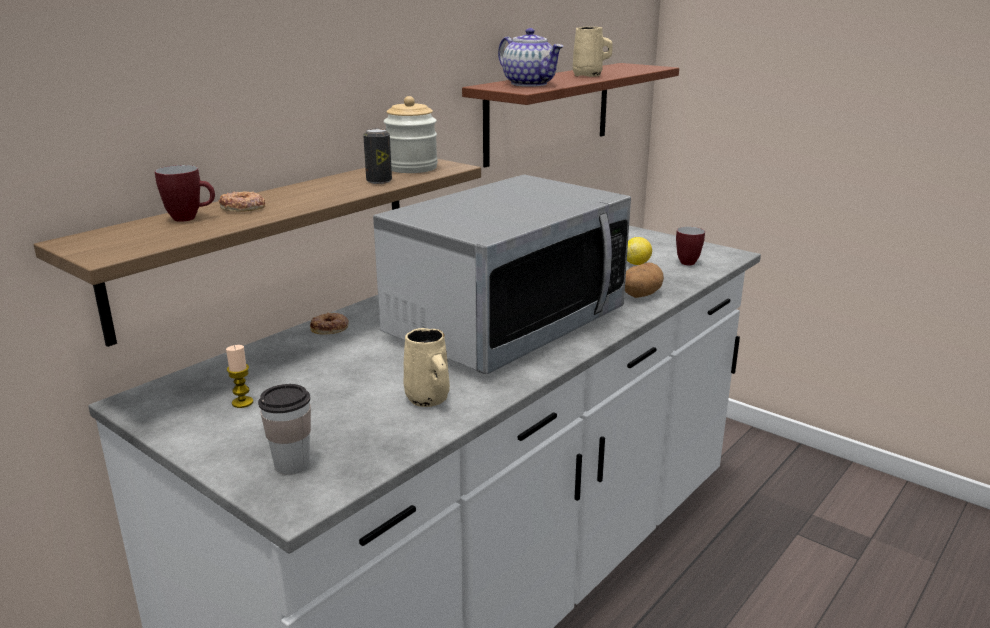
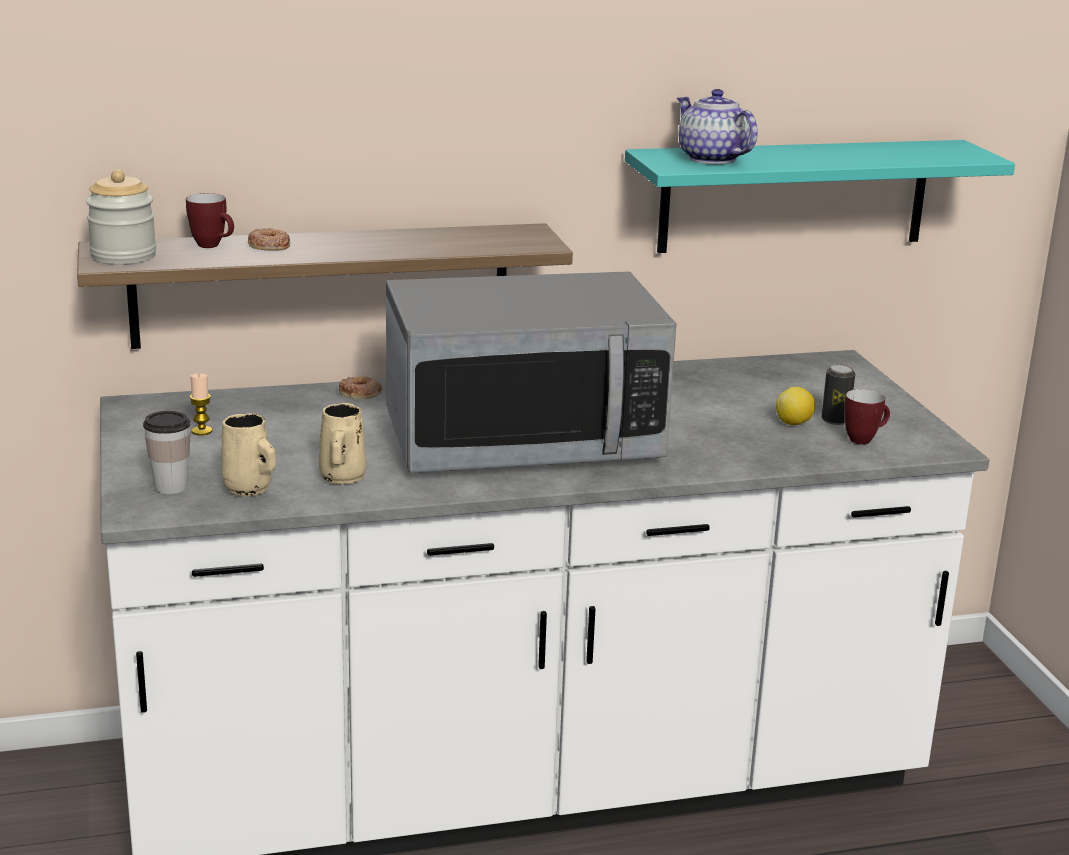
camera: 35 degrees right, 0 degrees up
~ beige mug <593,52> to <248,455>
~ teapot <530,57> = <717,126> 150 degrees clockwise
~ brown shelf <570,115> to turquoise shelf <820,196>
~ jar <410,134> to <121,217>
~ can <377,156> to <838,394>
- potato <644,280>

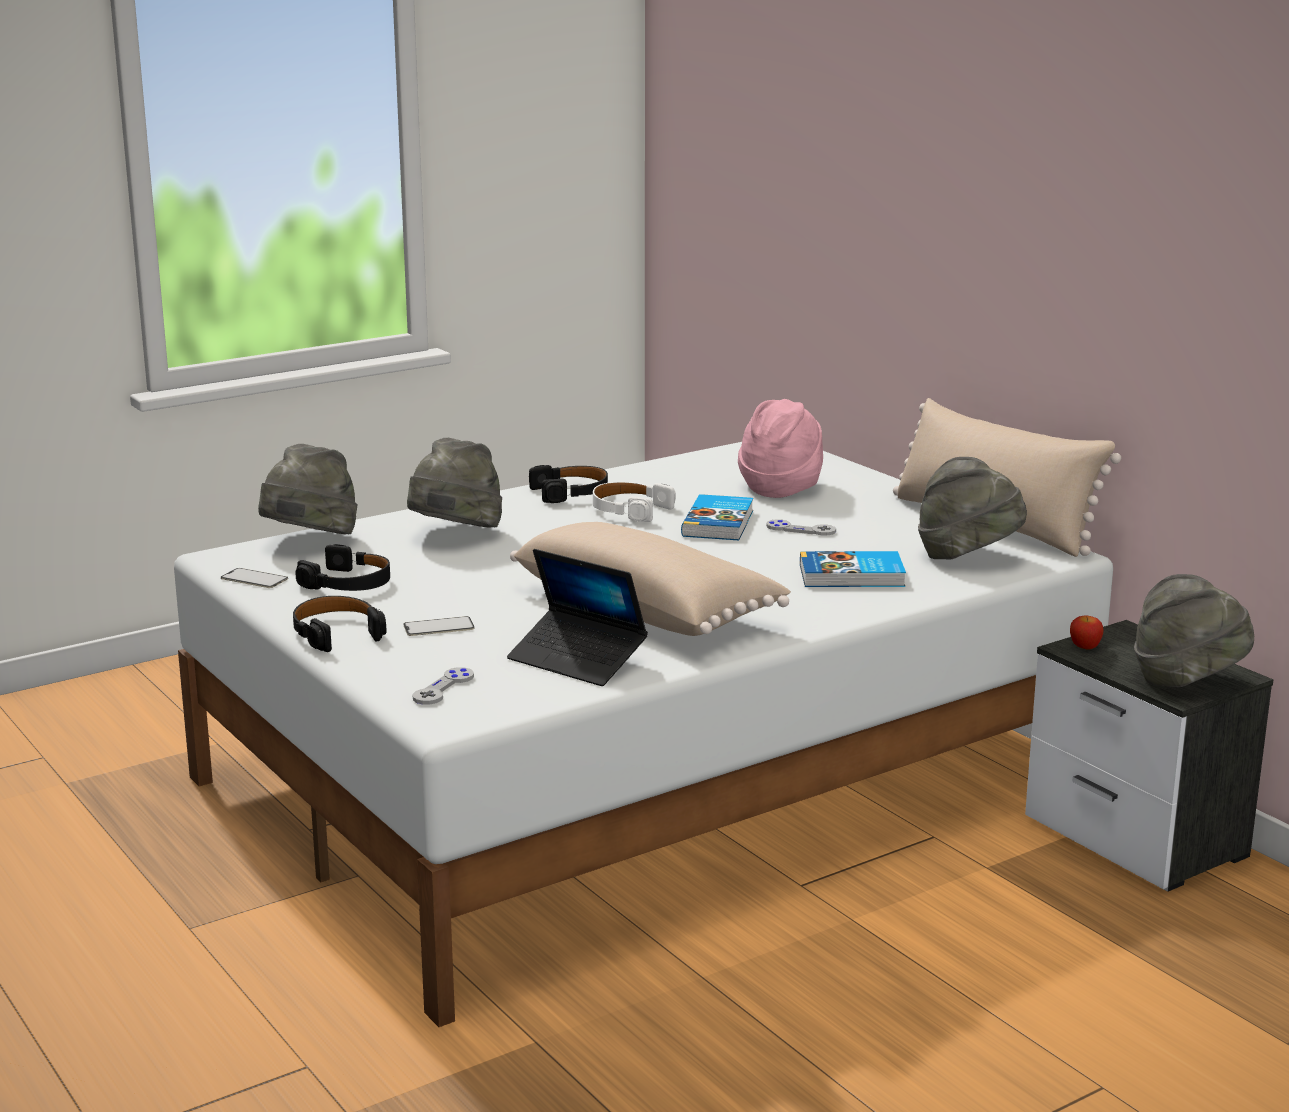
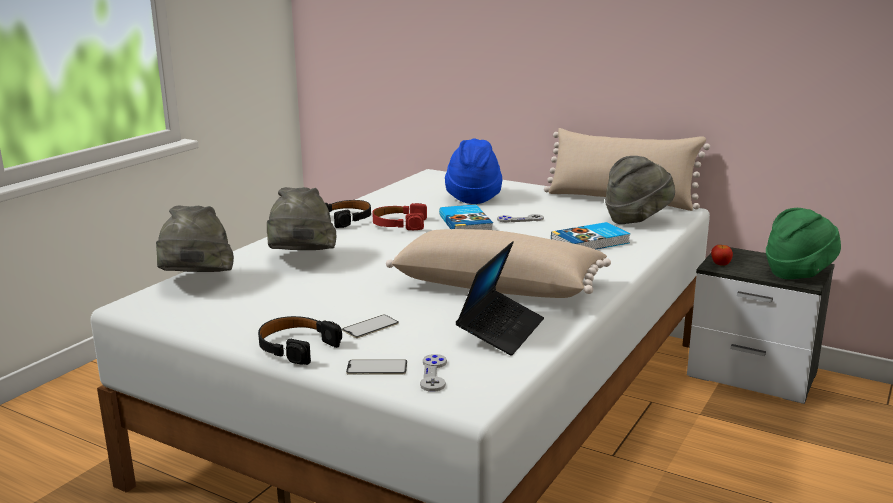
camera: 25 degrees left, 0 degrees up
~ pink hat <780,448> to blue hat <473,171>
~ white headphones <634,502> to red headphones <399,216>
- black headphones <342,567>
~ laptop <577,617> = <500,298> 75 degrees counterclockwise
~ phone <254,578> to <376,367>
~ grey hat <1194,630> to green hat <803,243>

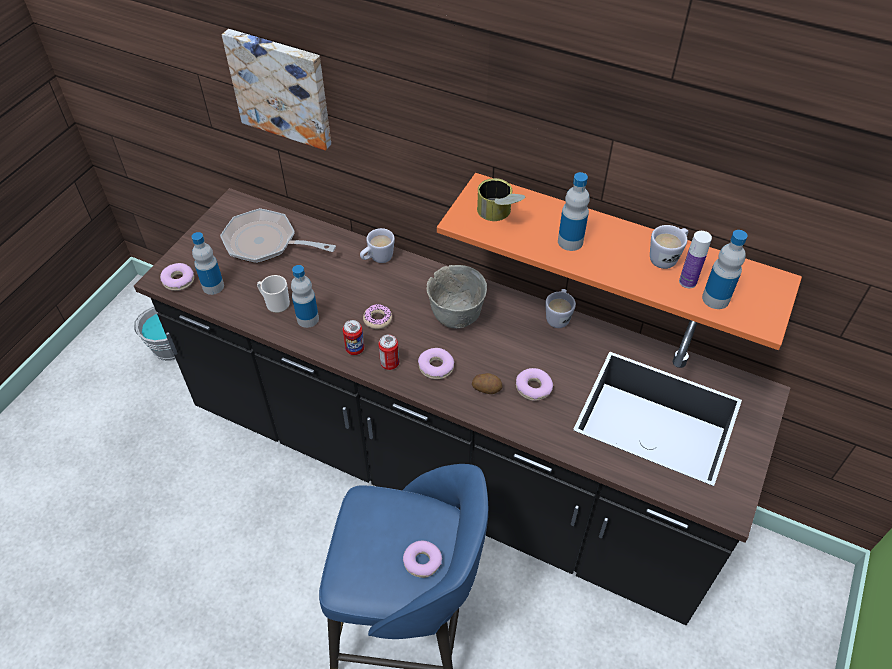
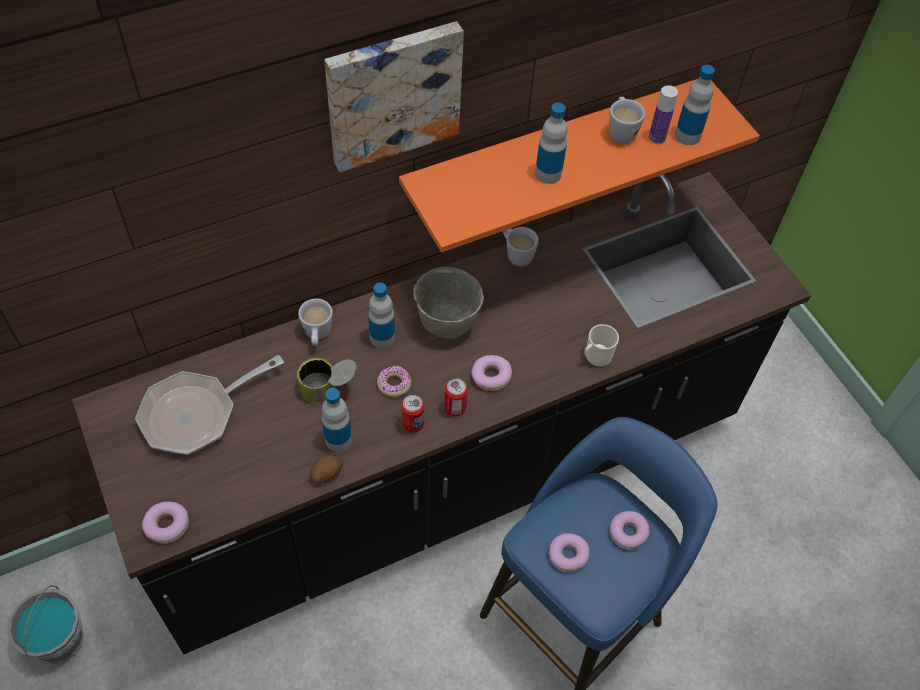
camera: 55 degrees left, 5 degrees up
~ picture <276,90> to <394,96>
~ can <501,199> to <327,380>
~ bottle <208,263> to <381,315>
~ mug <273,294> to <601,345>
~ donut <534,384> to <569,552>
~ potato <487,383> to <326,469>

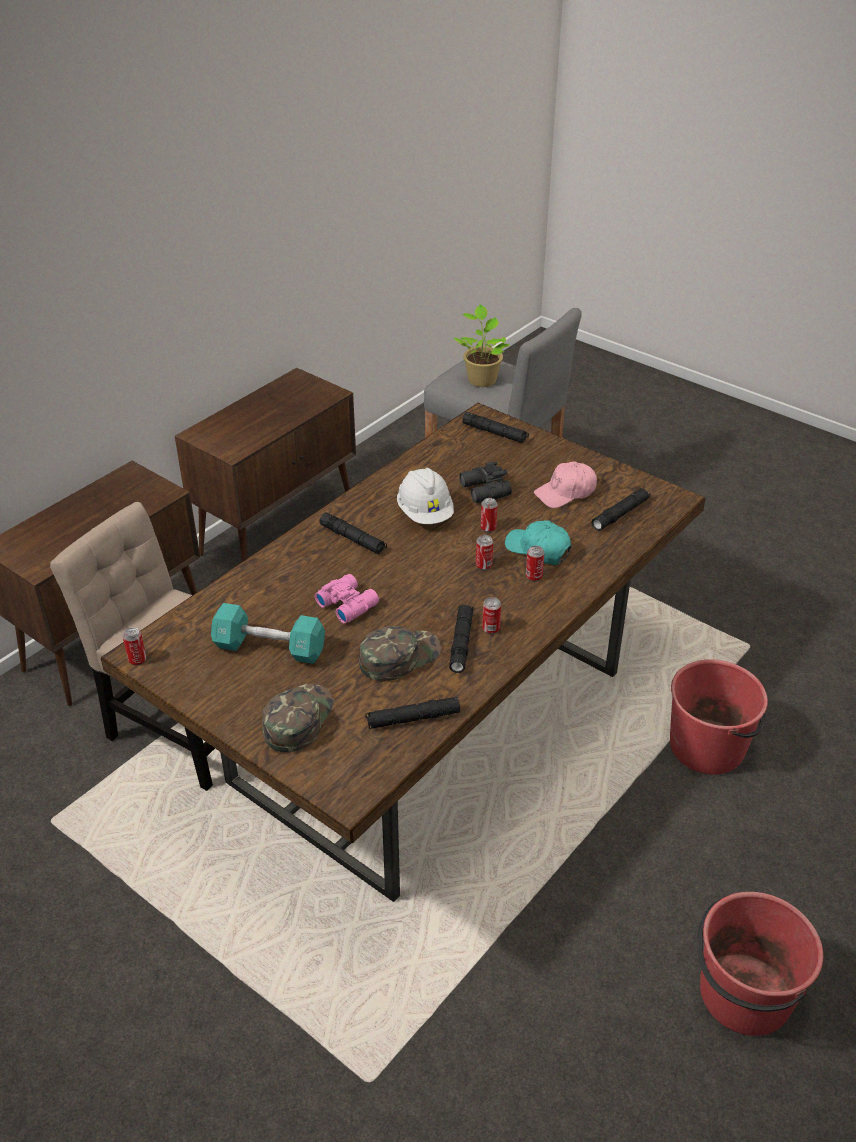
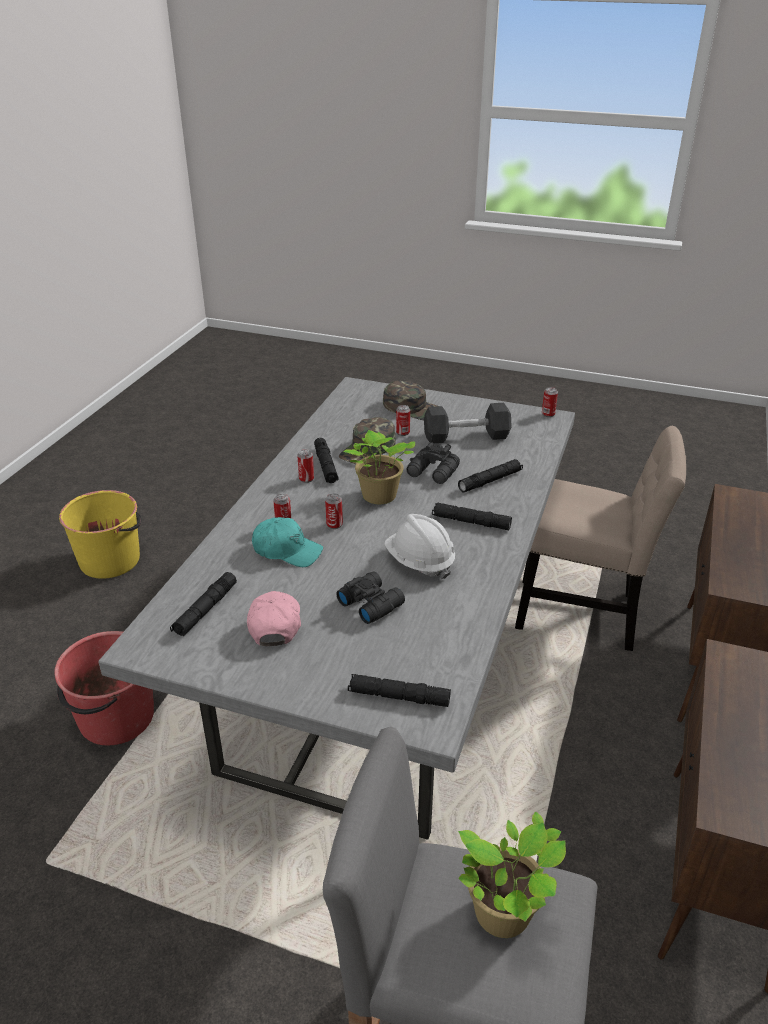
camera: 160 degrees right, 5 degrees down
~ brown dining table <403,652> to grey dining table <336,608>
~ pink cap <565,484> = <274,618> 45 degrees counterclockwise
~ can <489,515> to <403,420>
~ pink binoculars <347,598> to black binoculars <433,463>
~ turquoise dumbbell <268,633> to black dumbbell <468,423>
~ green cap <298,718> = <410,400> 60 degrees counterclockwise
~ black flashlight <412,713> to <490,475>
~ red bucket <760,964> to yellow bucket <100,534>
+ potted plant <379,467>

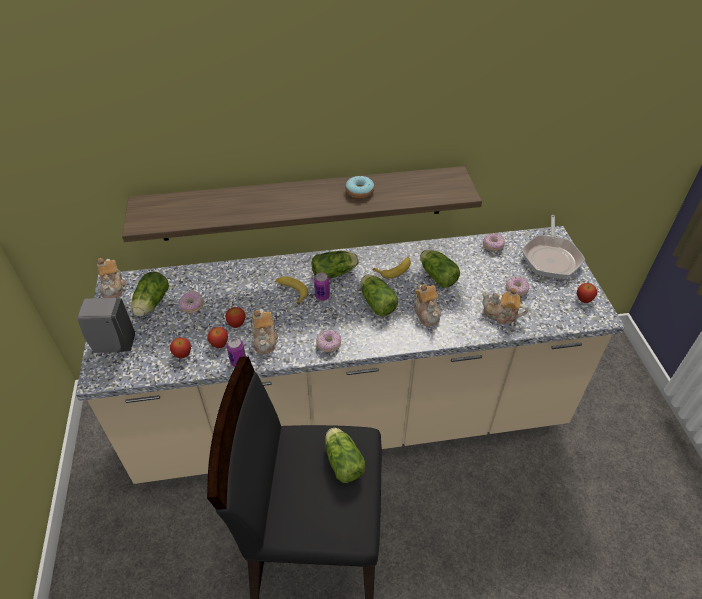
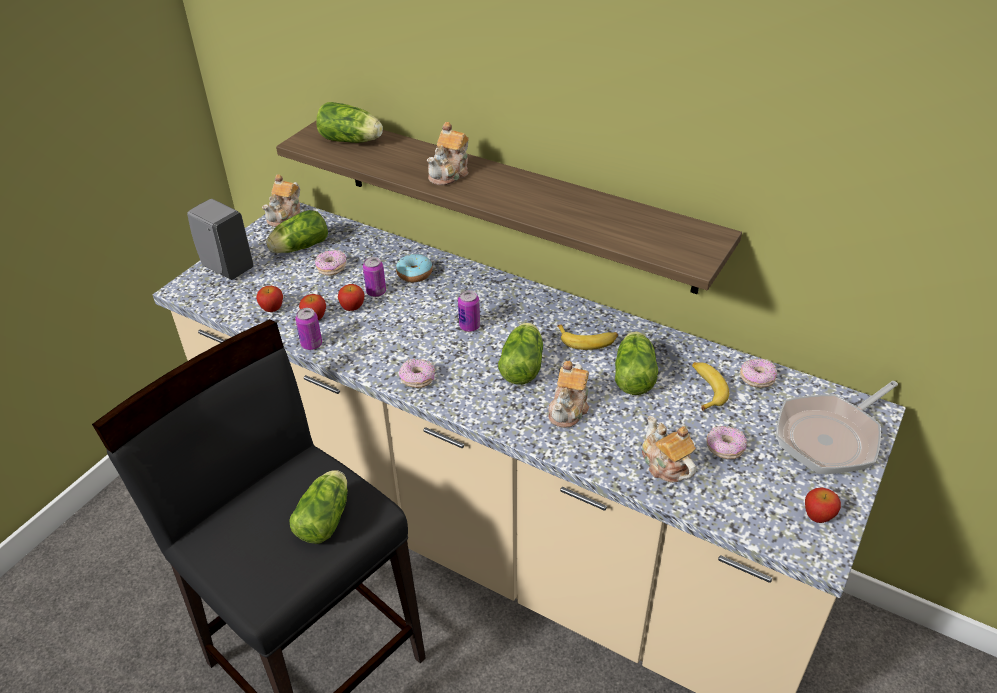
camera: 40 degrees right, 5 degrees down
~ donut <359,187> to <414,268>
~ lettuce <335,265> to <349,122>
~ banana <292,290> to <710,386>
~ teapot <265,331> to <448,153>
+ can <374,277>

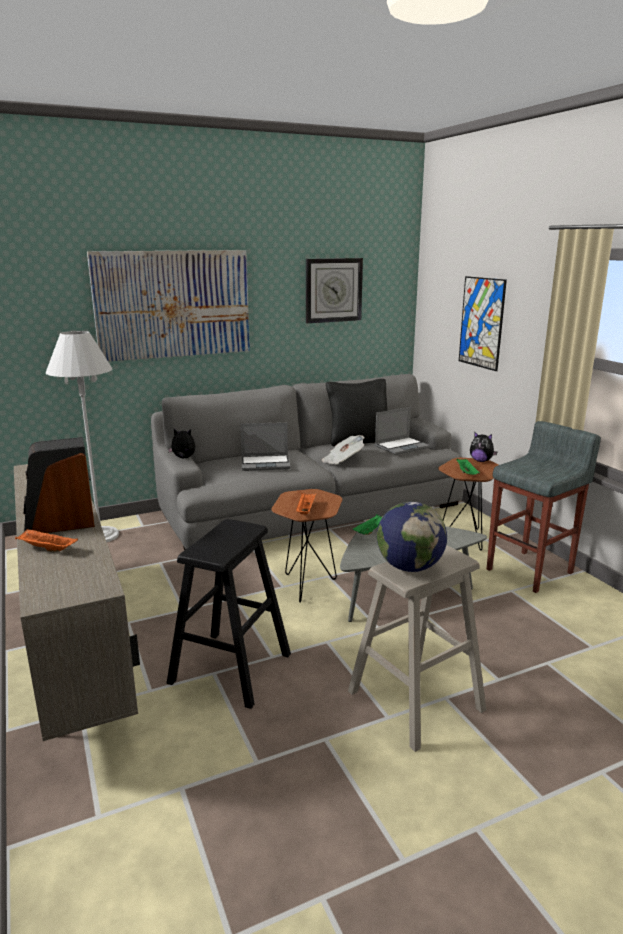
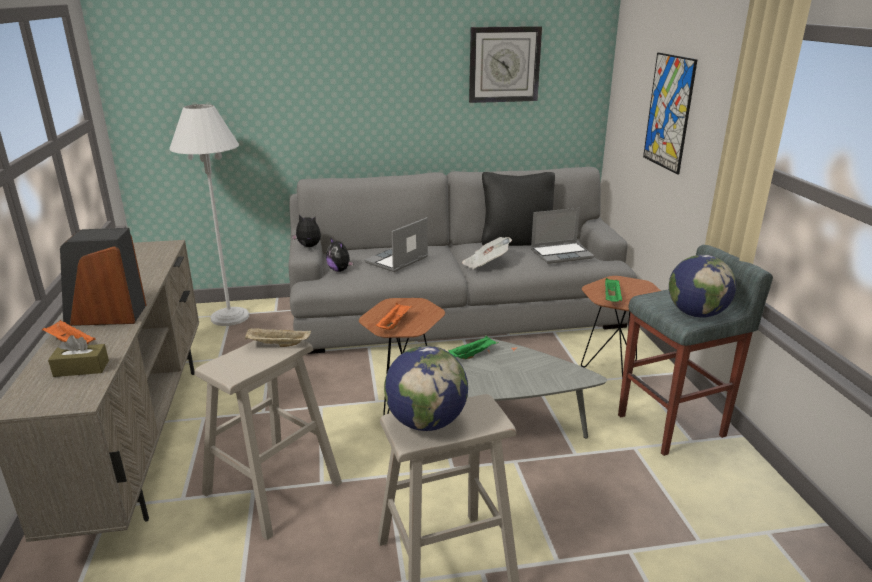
camera: 15 degrees right, 5 degrees up
- picture <168,306>
~ laptop <265,446> = <396,244> 120 degrees clockwise
~ plush toy <484,446> to <339,254>
~ black stool <229,614> to beige stool <268,440>
+ globe <702,286>
+ beige tray <278,337>
+ brown tissue box <78,356>

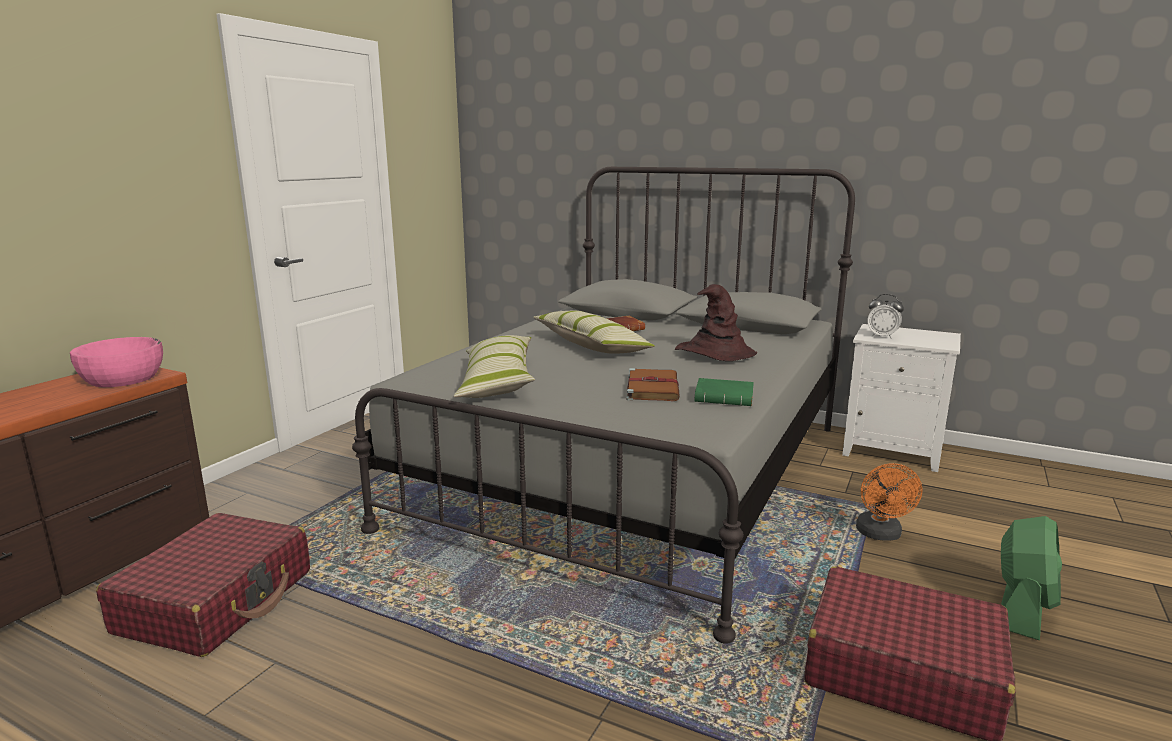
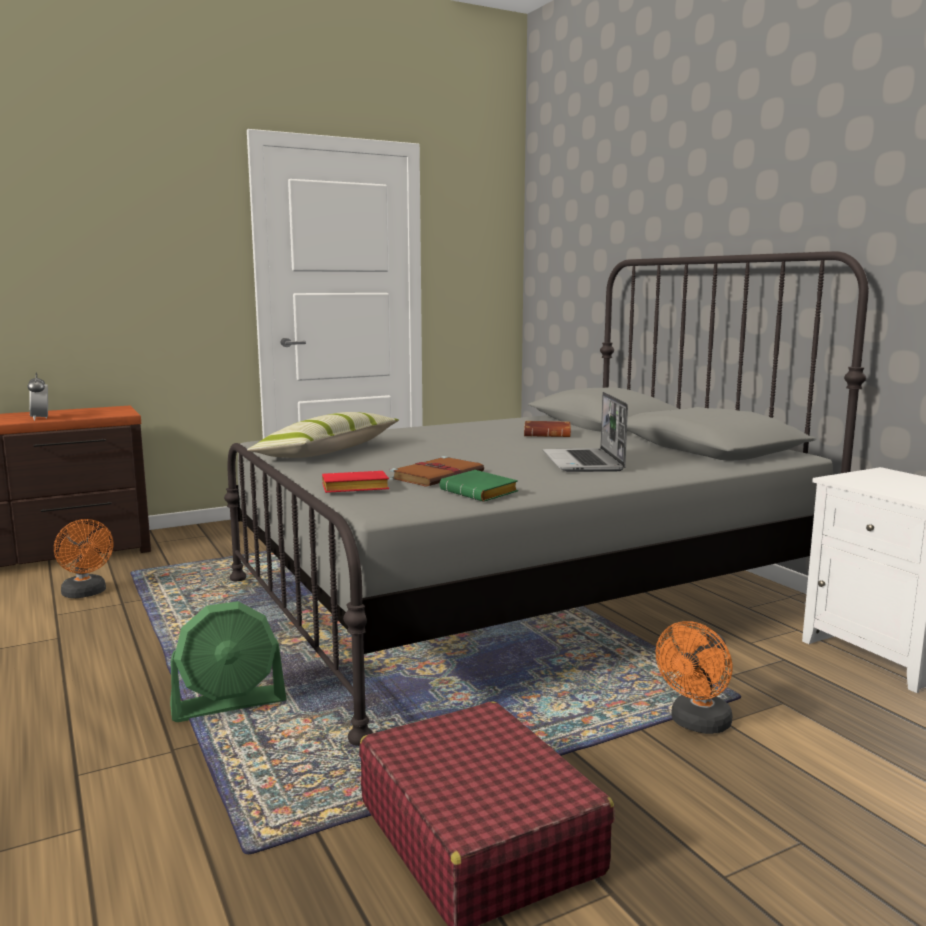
camera: 35 degrees right, 5 degrees down
~ brown hat <716,322> to laptop <585,432>
~ alarm clock <885,316> to <38,396>
- pillow <594,332>
- pink bowl <116,362>
~ red suitcase <203,585> to orange fan <83,558>
~ green fan <1031,578> to <228,661>
+ red book <355,482>

